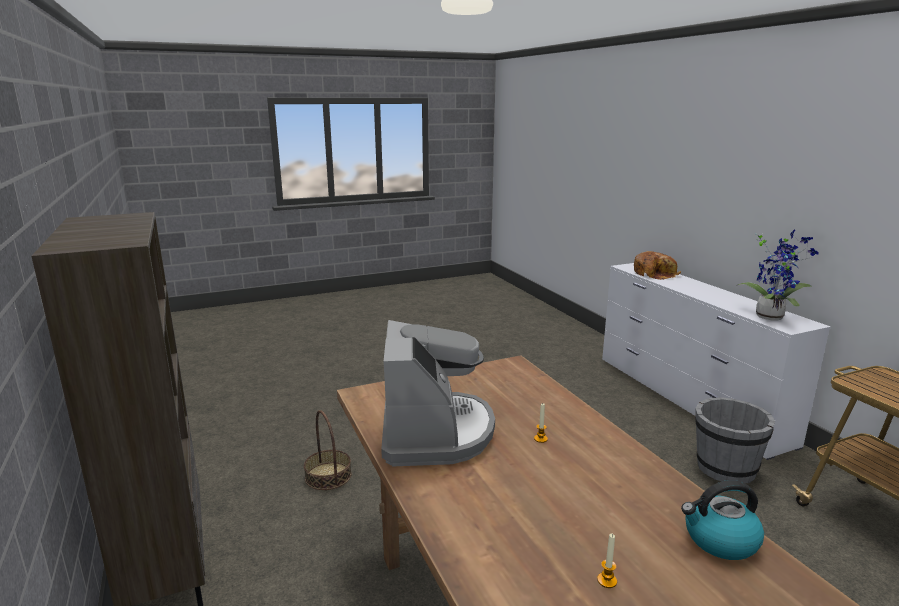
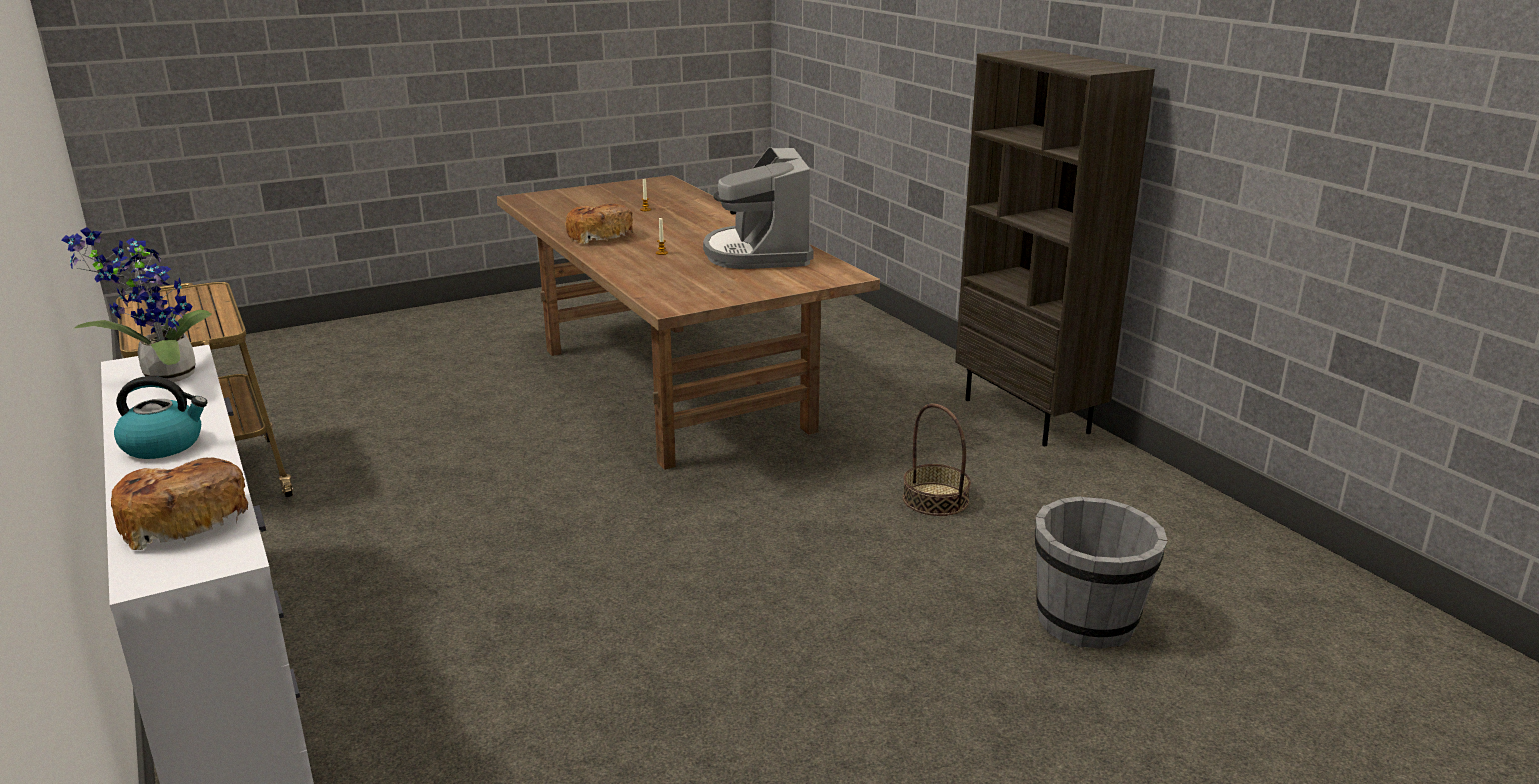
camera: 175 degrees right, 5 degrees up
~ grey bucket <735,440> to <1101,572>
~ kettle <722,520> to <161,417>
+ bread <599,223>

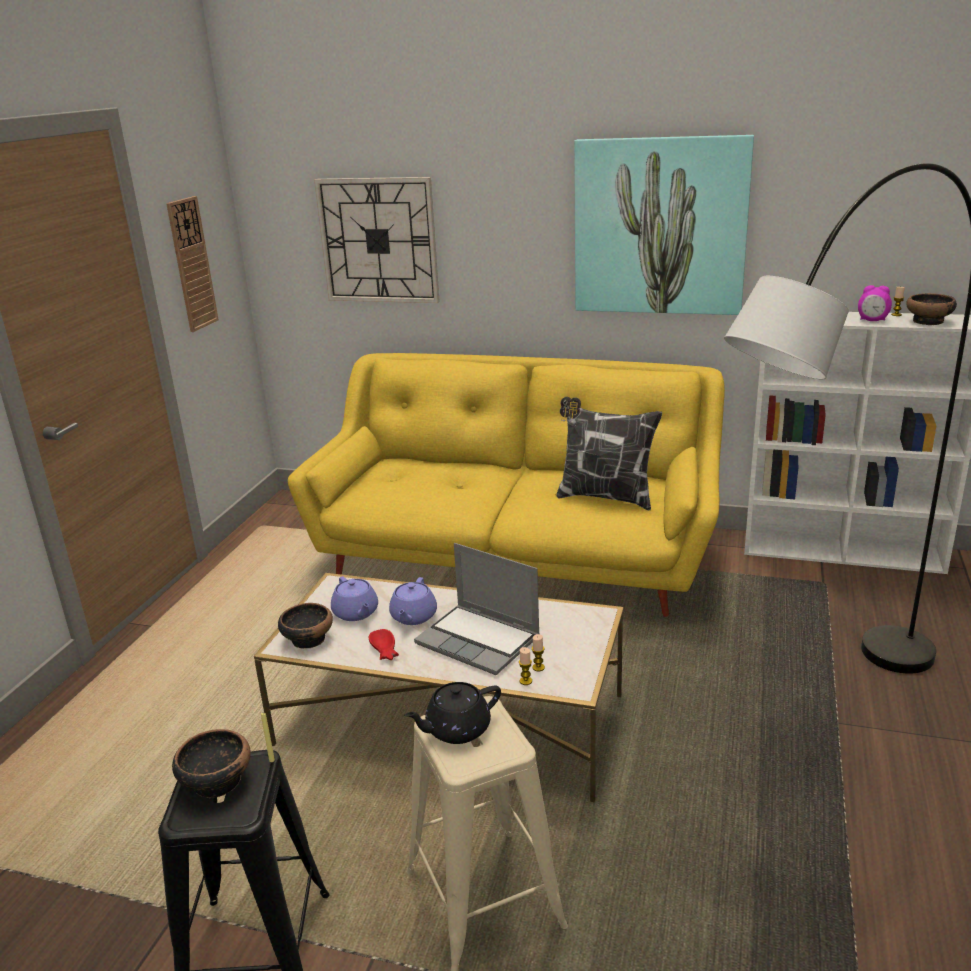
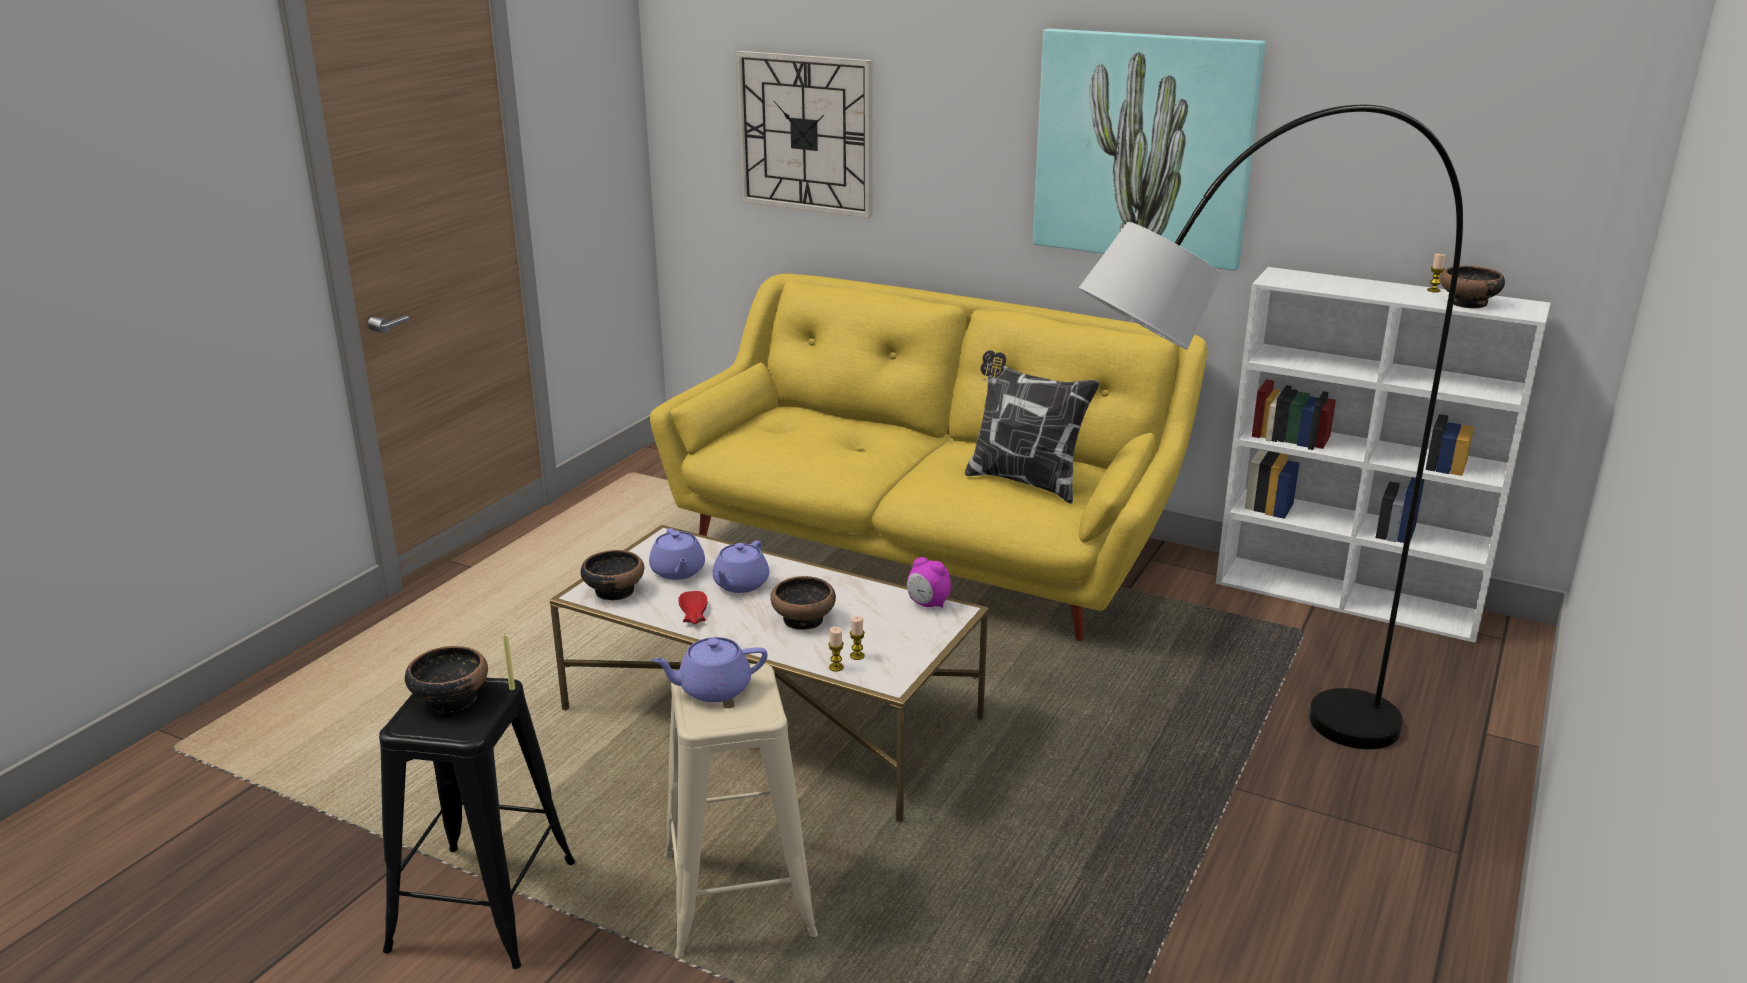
camera: 10 degrees right, 0 degrees up
- wall clock <192,264>
~ alarm clock <875,303> to <929,582>
~ laptop <476,609> to bowl <803,603>
~ black teapot <452,713> to purple teapot <709,669>

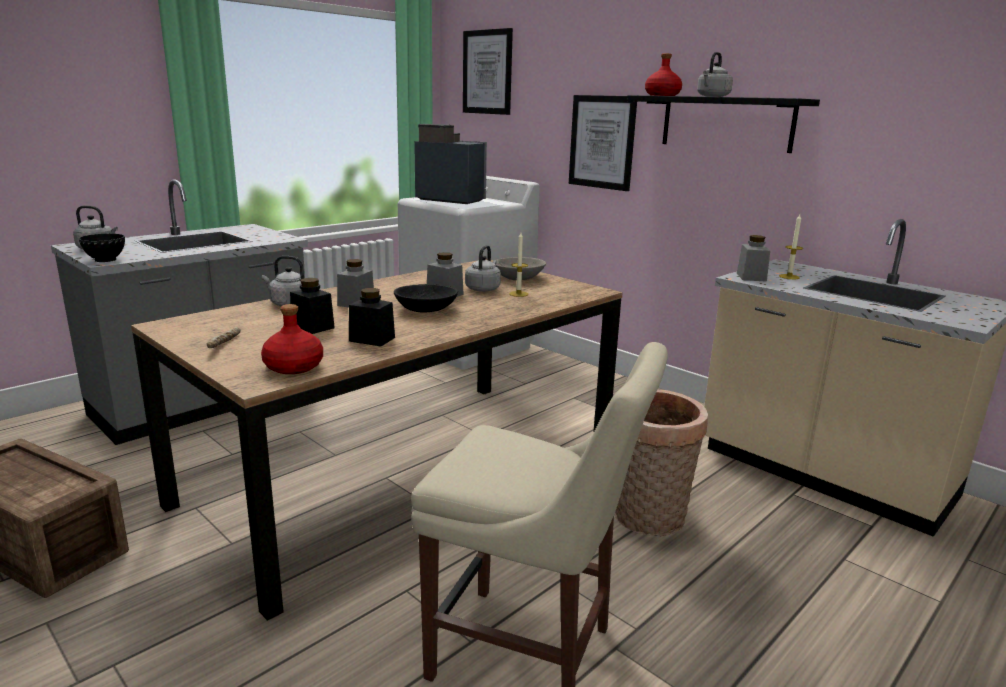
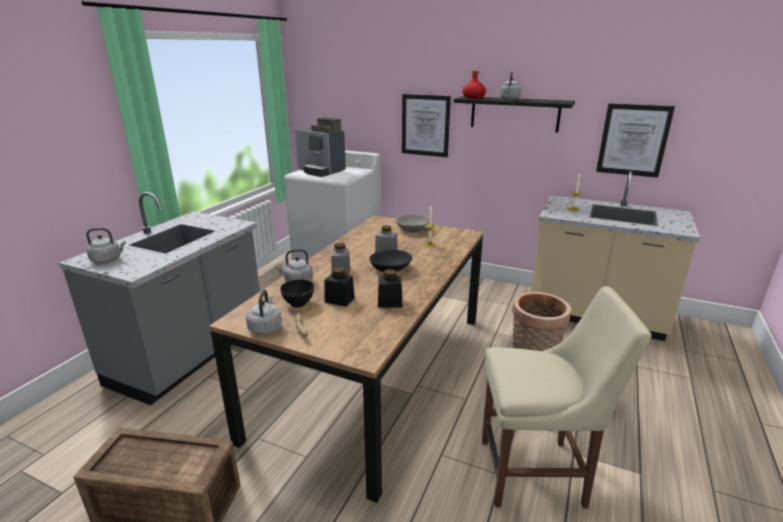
camera: 20 degrees left, 5 degrees up
~ picture <488,71> to <635,140>
~ coffee machine <450,164> = <320,147> 150 degrees counterclockwise
~ black bowl <102,248> to <297,293>
- grey jar <753,258>
~ grey kettle <483,268> to <264,312>
- red bottle <292,339>

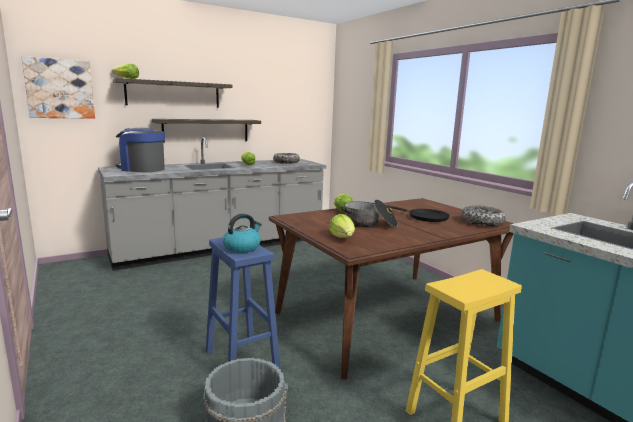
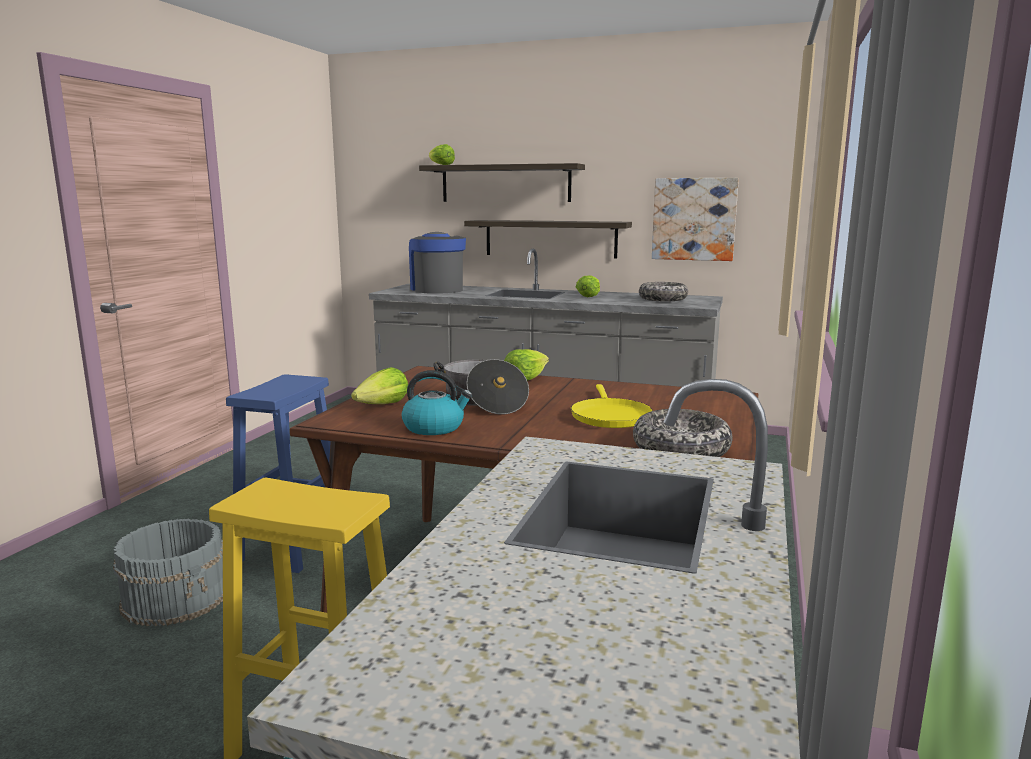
camera: 50 degrees right, 0 degrees up
~ picture <58,87> to <695,219>
~ black frying pan <418,213> to yellow frying pan <612,406>
~ kettle <242,233> to <437,402>

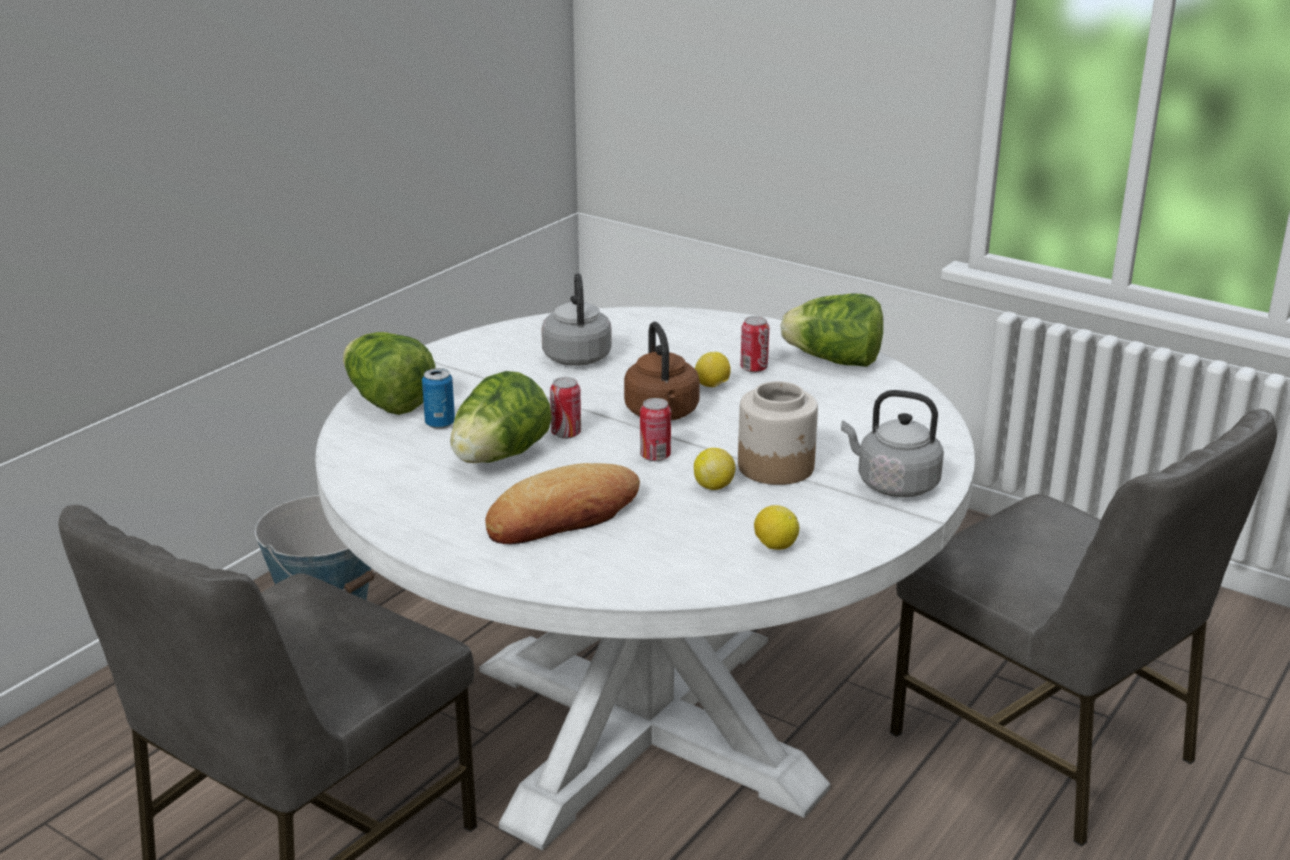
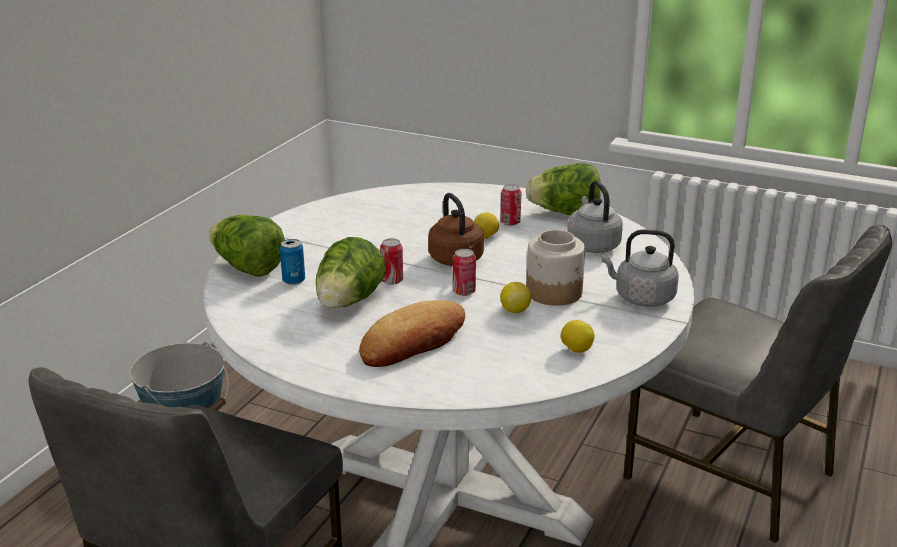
camera: 10 degrees left, 0 degrees up
~ grey kettle <576,319> to <595,217>

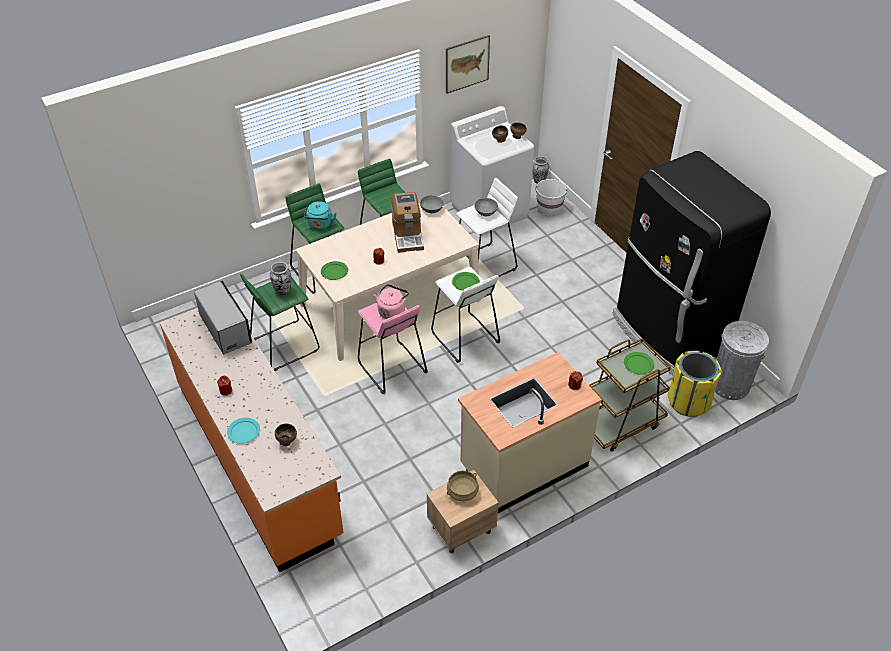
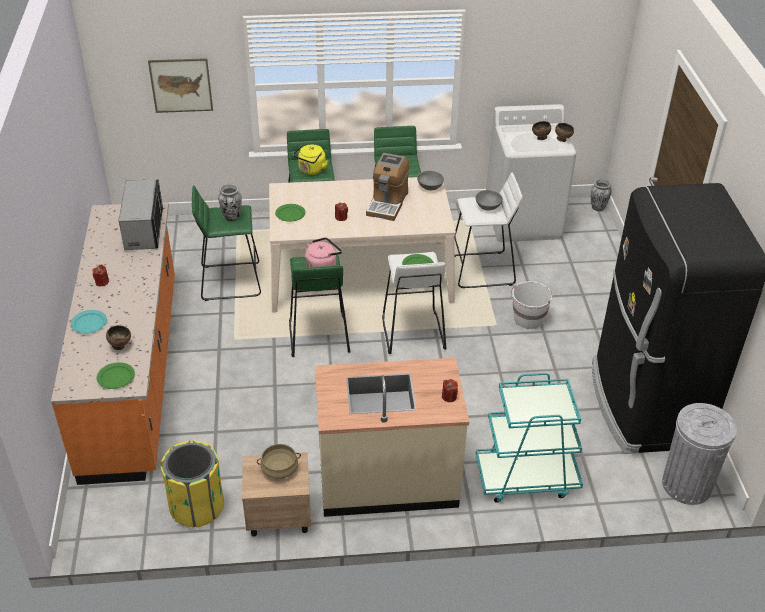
camera: 25 degrees right, 5 degrees down
~ picture <468,64> to <180,85>
~ white bucket <551,197> to <532,305>
~ turquoise kettle <320,215> to yellow kettle <310,160>
~ pink stool <393,348> to green stool <319,306>
~ brown cart <630,395> to turquoise cart <529,438>
~ yellow trash can <694,384> to <192,484>
~ green plate <639,363> to <116,375>

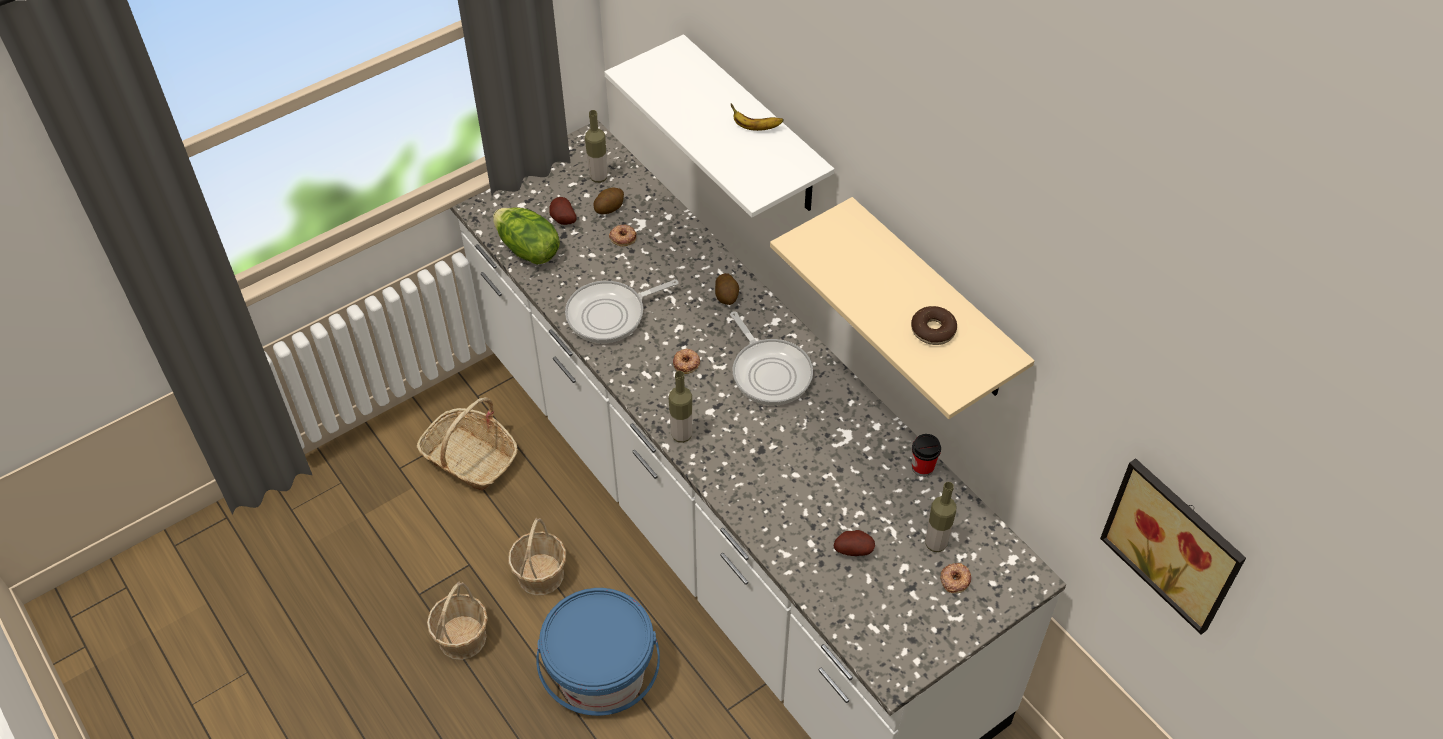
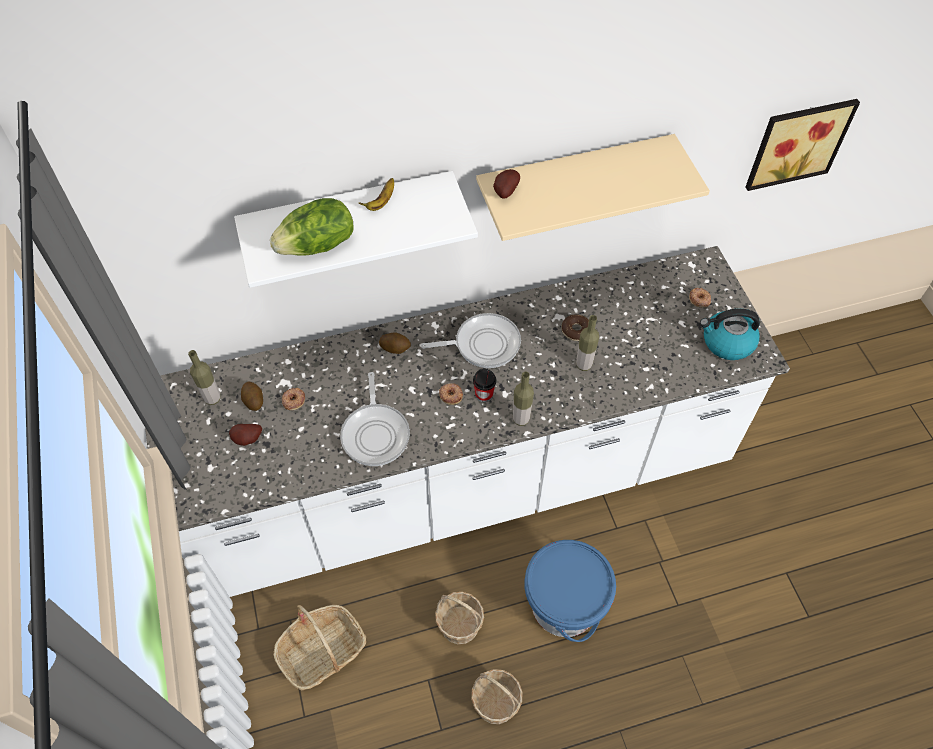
camera: 70 degrees left, 5 degrees up
~ lettuce <526,236> to <311,227>
~ donut <934,325> to <575,327>
~ cup <926,455> to <484,385>
~ bottle <940,517> to <587,343>
~ potato <854,543> to <506,184>
+ kettle <730,334>

